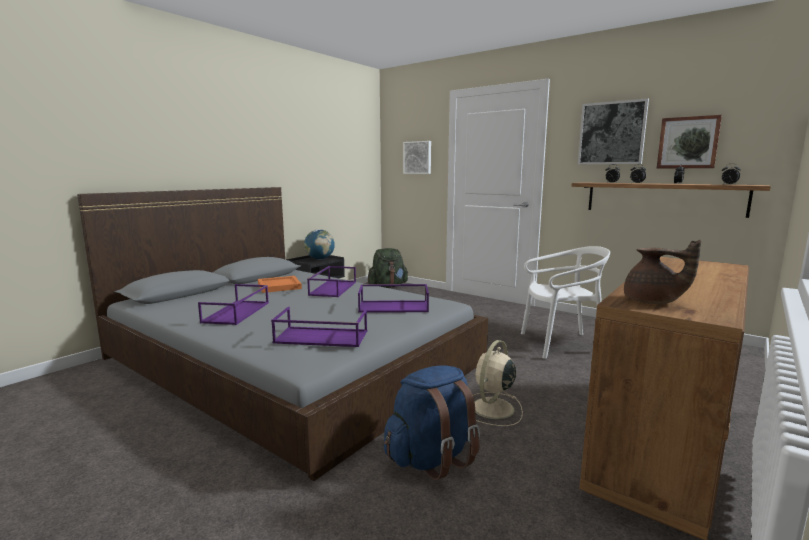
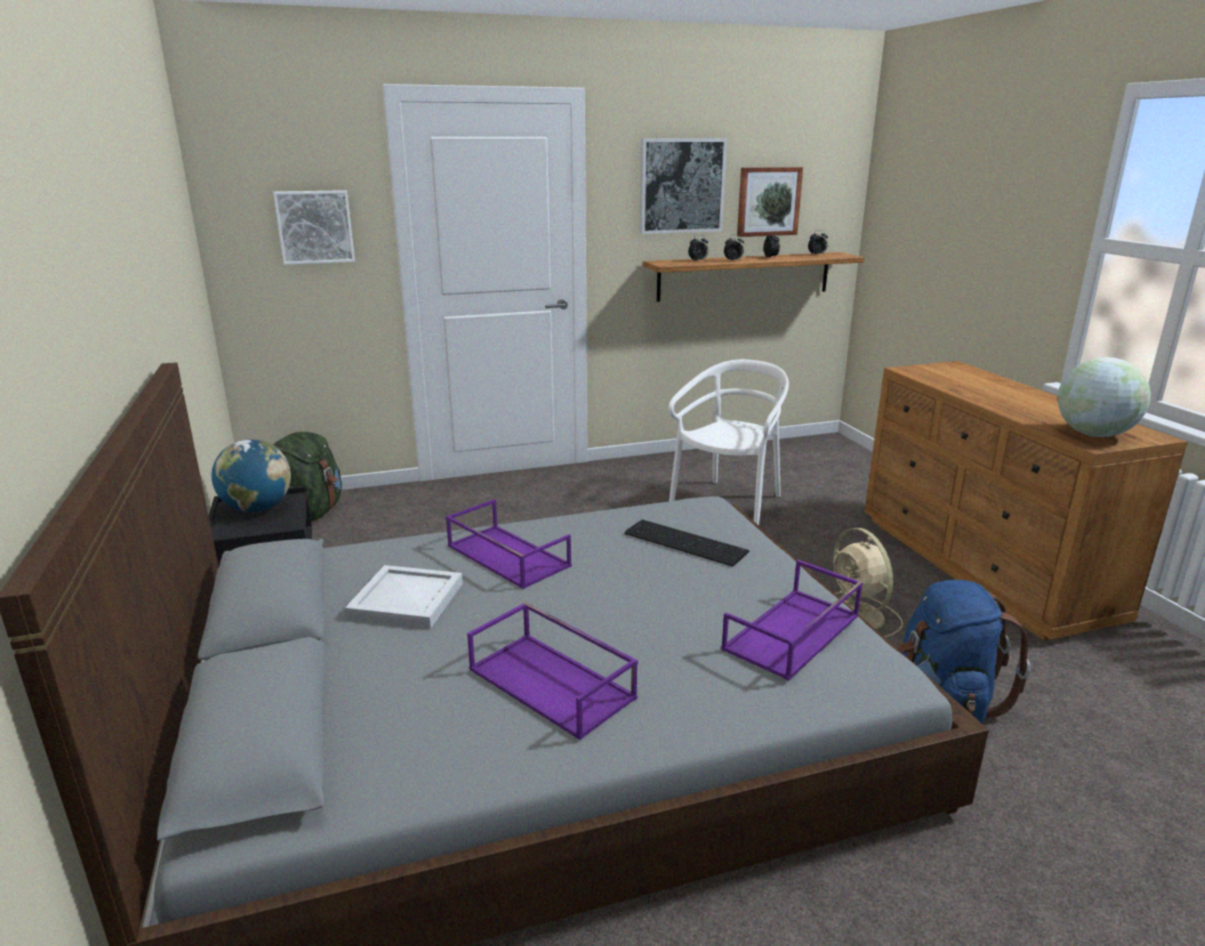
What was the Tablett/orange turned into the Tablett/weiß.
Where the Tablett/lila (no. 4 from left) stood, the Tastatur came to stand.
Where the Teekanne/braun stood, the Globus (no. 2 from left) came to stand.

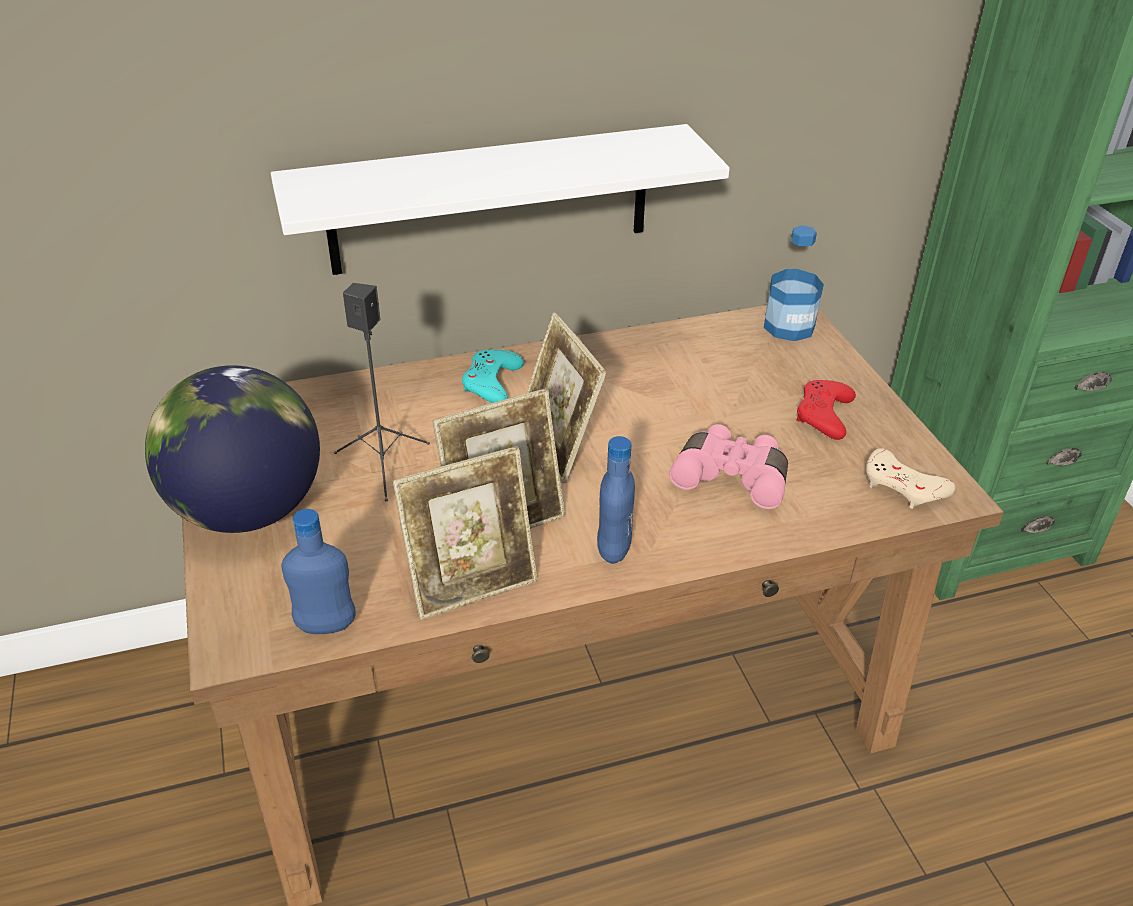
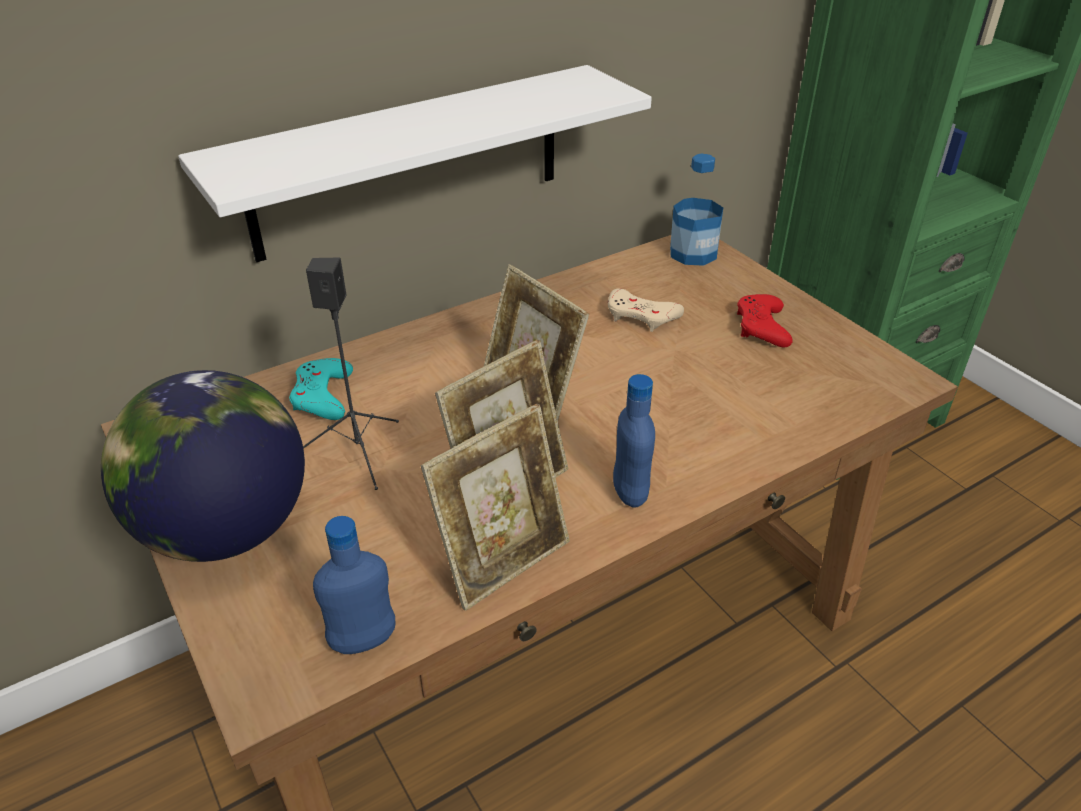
The Gamepad/türkis ended up elsewhere.
The Gamepad/beige ended up elsewhere.
The second view lost the Fernglas/rosa.

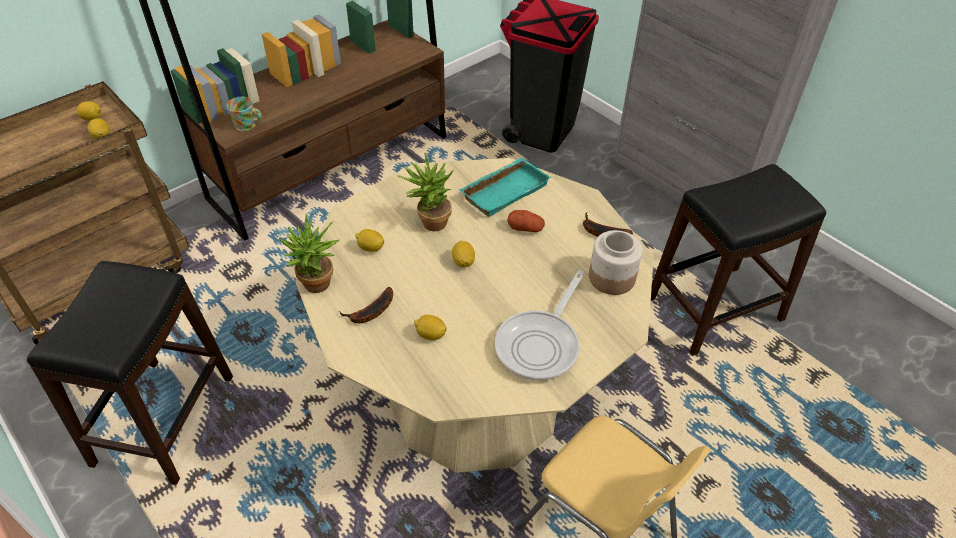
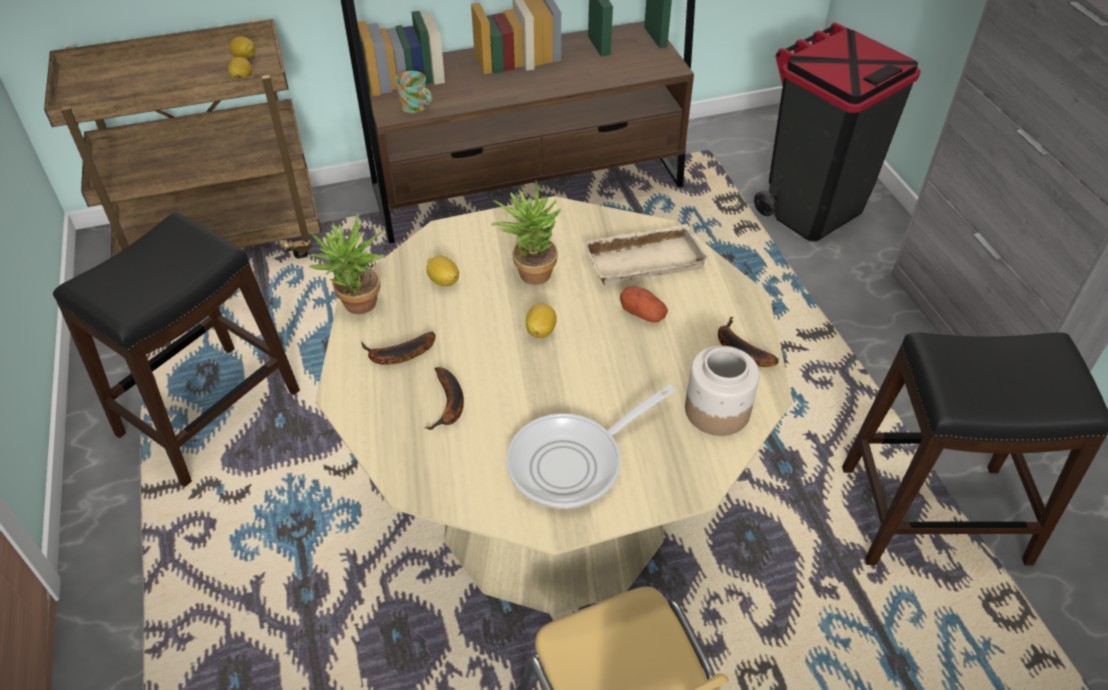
Where the Zitrone (no. 4 from left) stood, the Banane (no. 2 from left) came to stand.
What was the Tablett/türkis turned into the Tablett/beige.

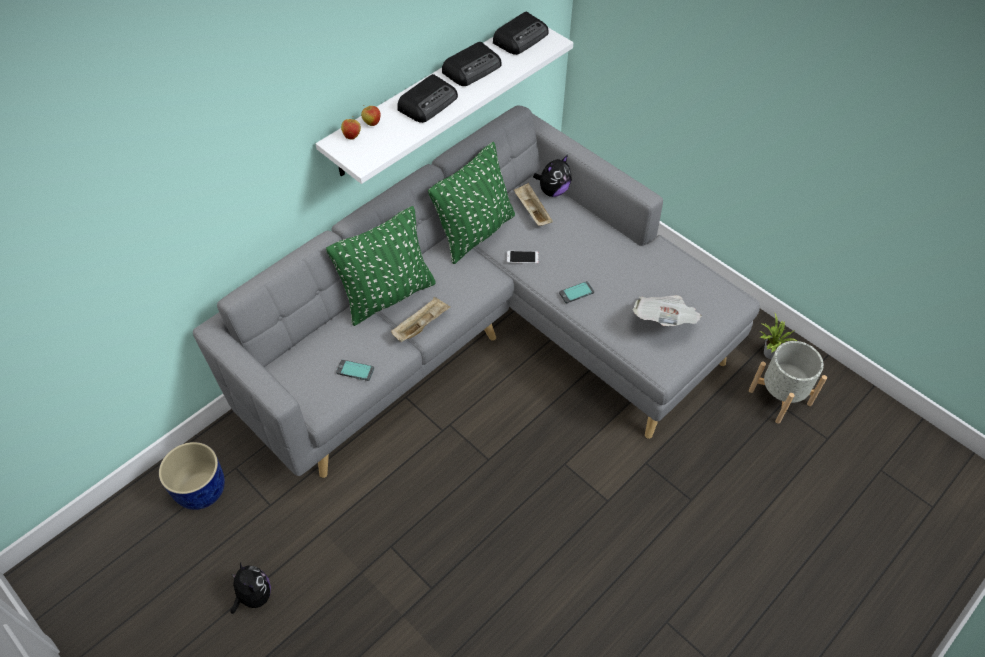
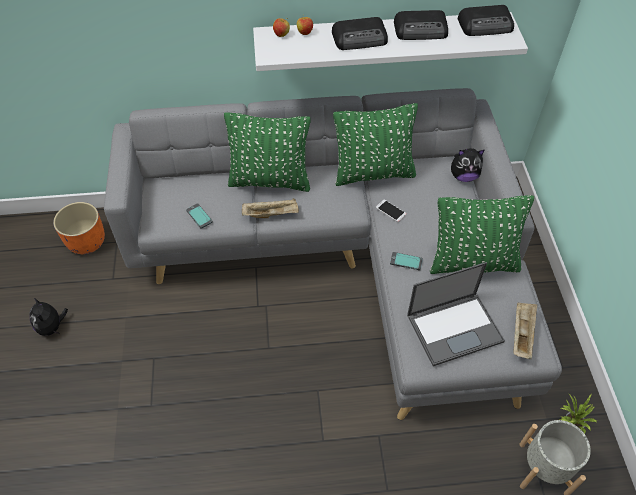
The Plüschtier (no. 1 from left) ended up facing another way, 150 degrees clockwise from before.
What was the Pflanzkübel/blau turned into the Pflanzkübel/orange.
Where the Zeitung stood, the Laptop came to stand.
The second view gained the Kissen/grün (no. 3 from left).
The Tablett/beige (no. 2 from left) ended up elsewhere.

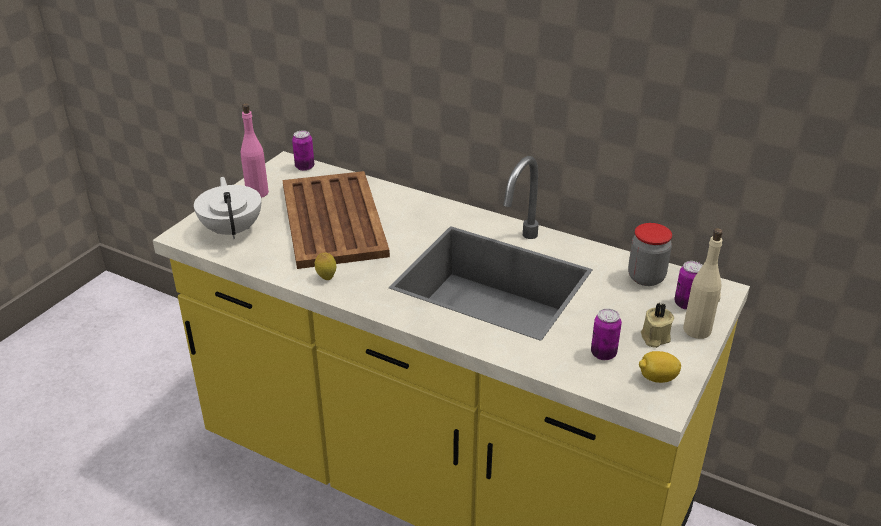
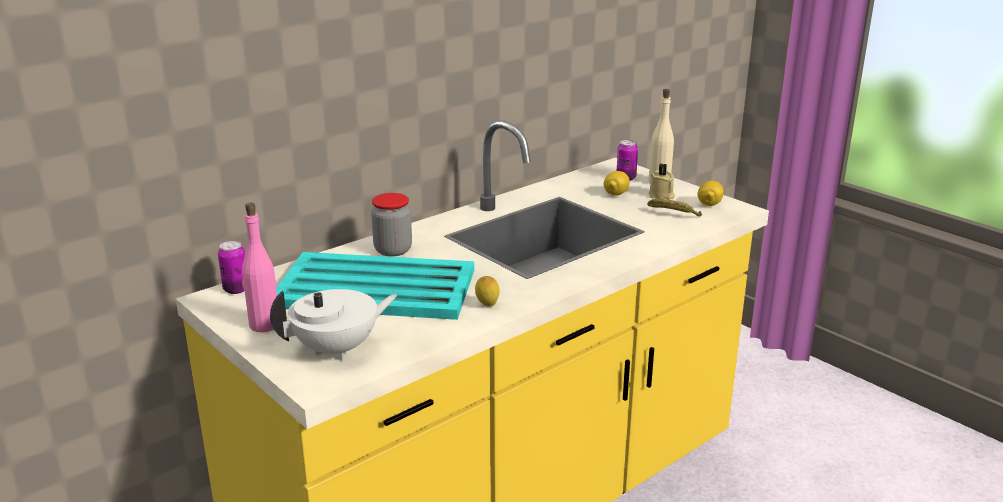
The Teekanne/weiß ended up facing another way, 150 degrees clockwise from before.
What was the Tablett/braun turned into the Tablett/türkis.
The Vorratsglas ended up elsewhere.
The second view gained the Zitrone (no. 2 from left).
Where the Dose (no. 2 from left) stood, the Banane came to stand.

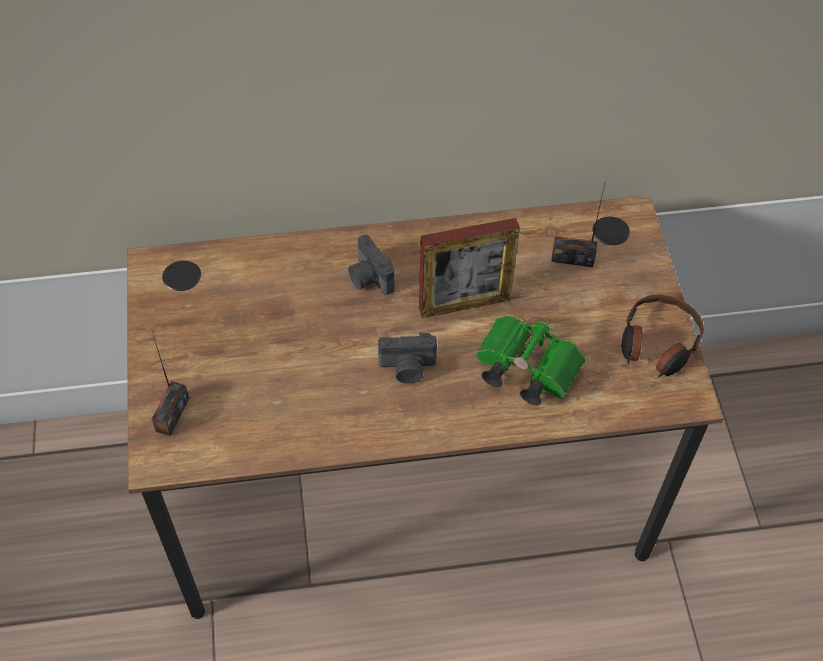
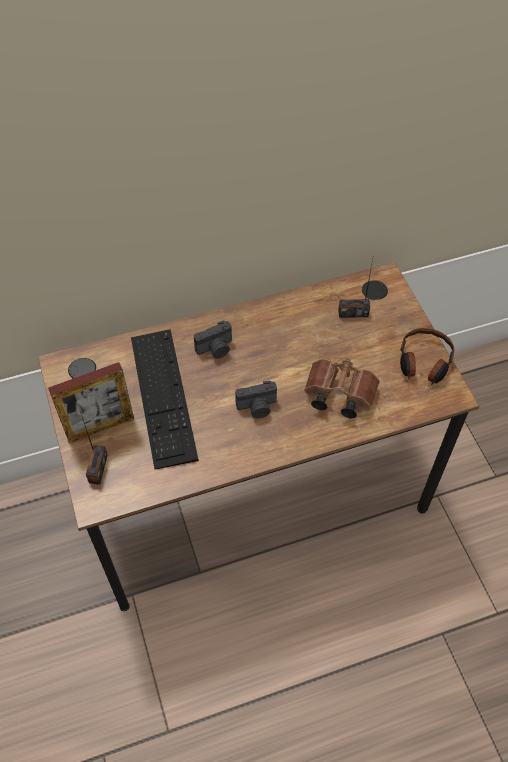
The Bilderrahmen ended up elsewhere.
The second view gained the Tastatur.
The Kamera (no. 1 from left) ended up facing another way, 75 degrees counterclockwise from before.
What was the Fernglas/grün turned into the Fernglas/braun.

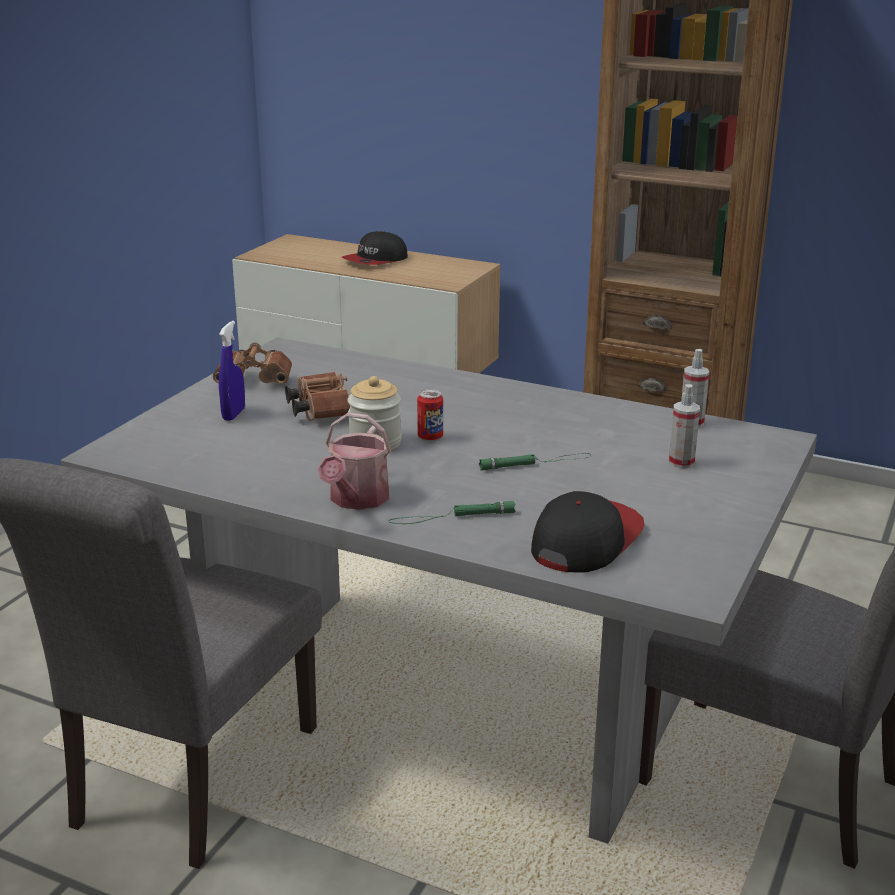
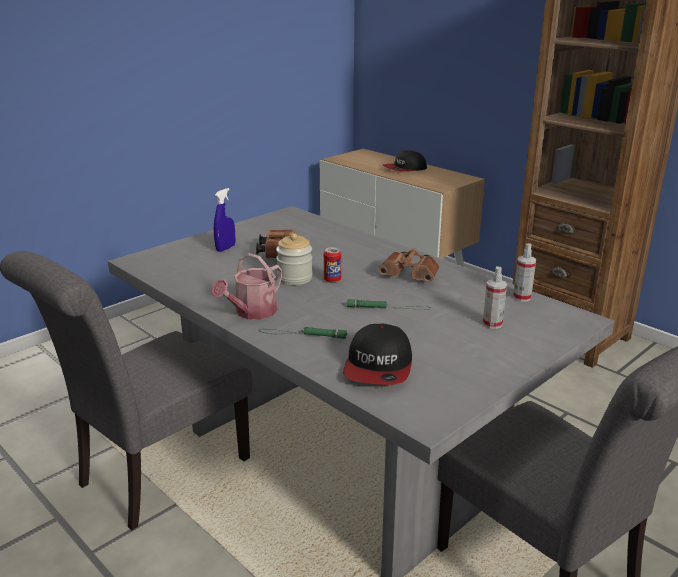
The Kappe (no. 2 from left in the first image) ended up facing another way, 135 degrees clockwise from before.
The Fernglas/braun (no. 1 from left in the first image) ended up elsewhere.

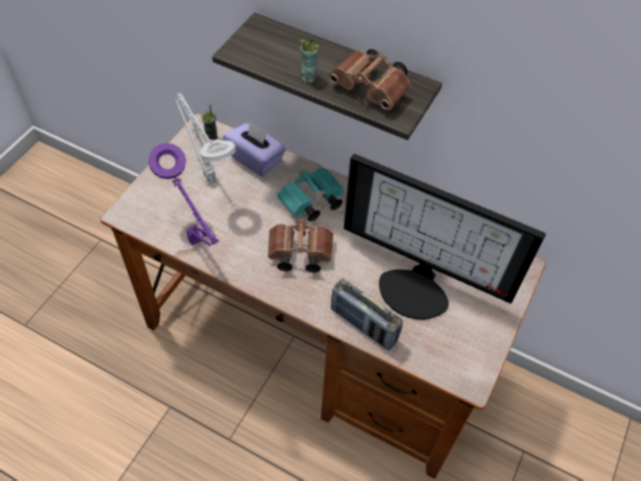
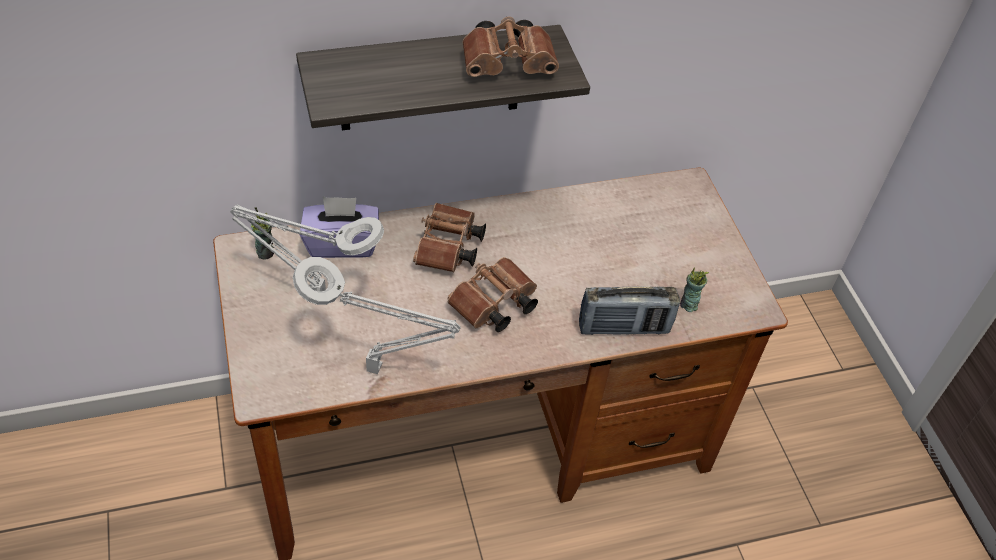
What was the Tischlampe/lila turned into the Tischlampe/grau (no. 2 from left).
What was the Fernglas/türkis turned into the Fernglas/braun (no. 1 from left).
The Tasse (no. 2 from left) ended up elsewhere.
The second view lost the Monitor.

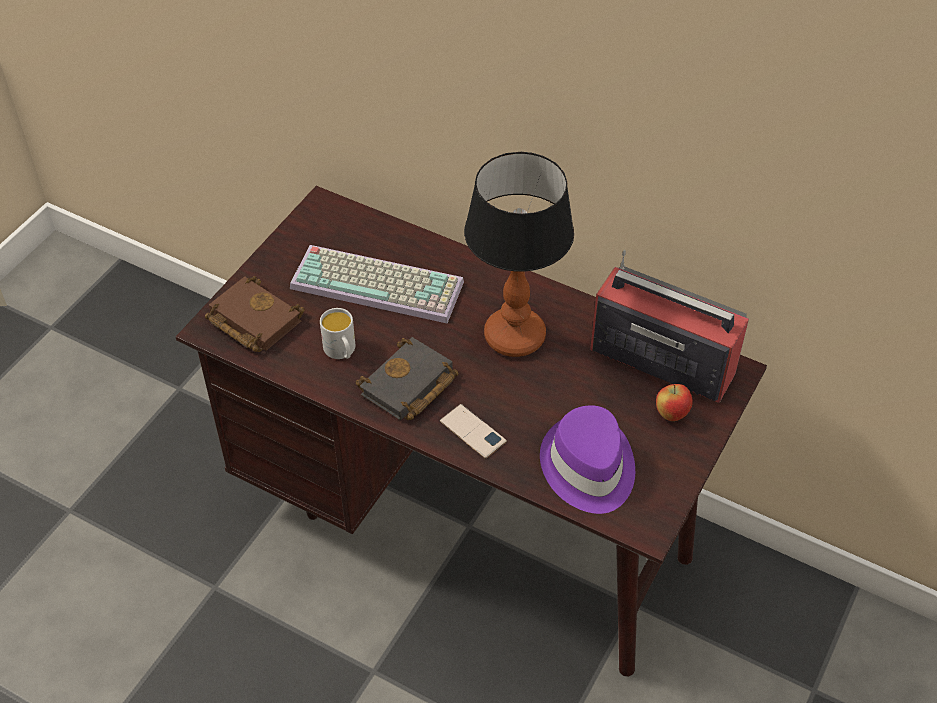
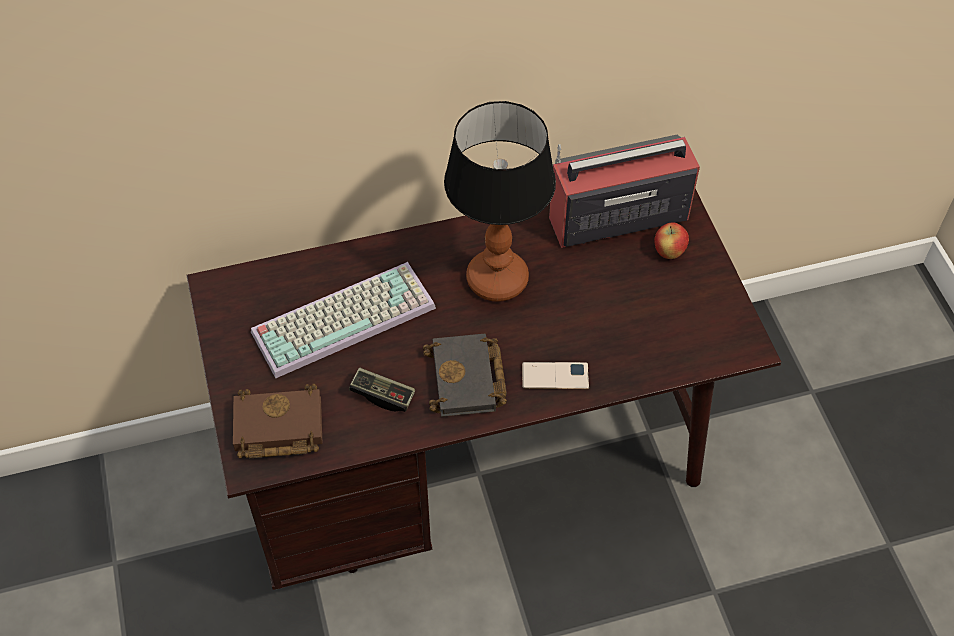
Where the Henkelbecher/weiß stood, the Gamepad came to stand.
The second view lost the Hut/lila.

